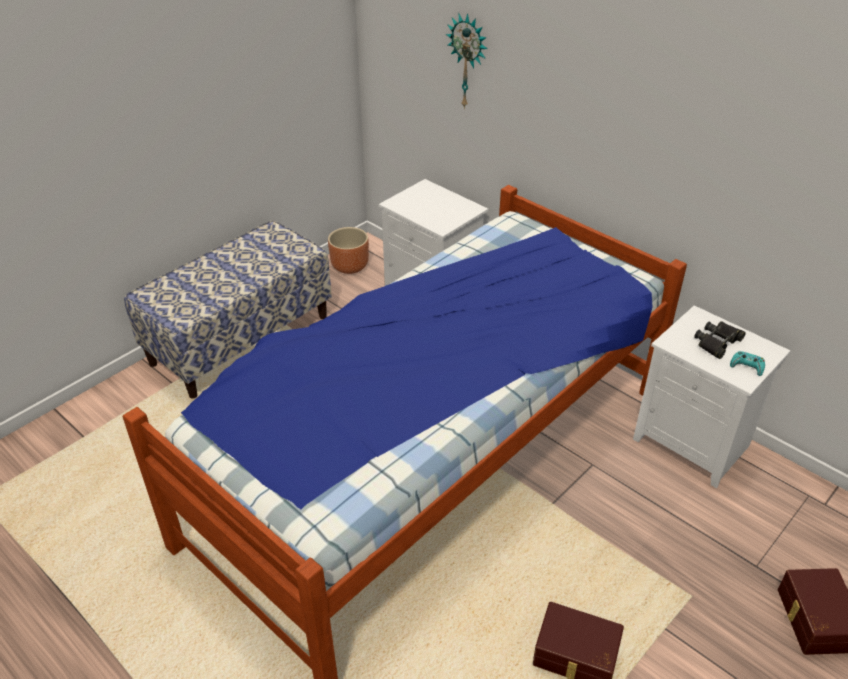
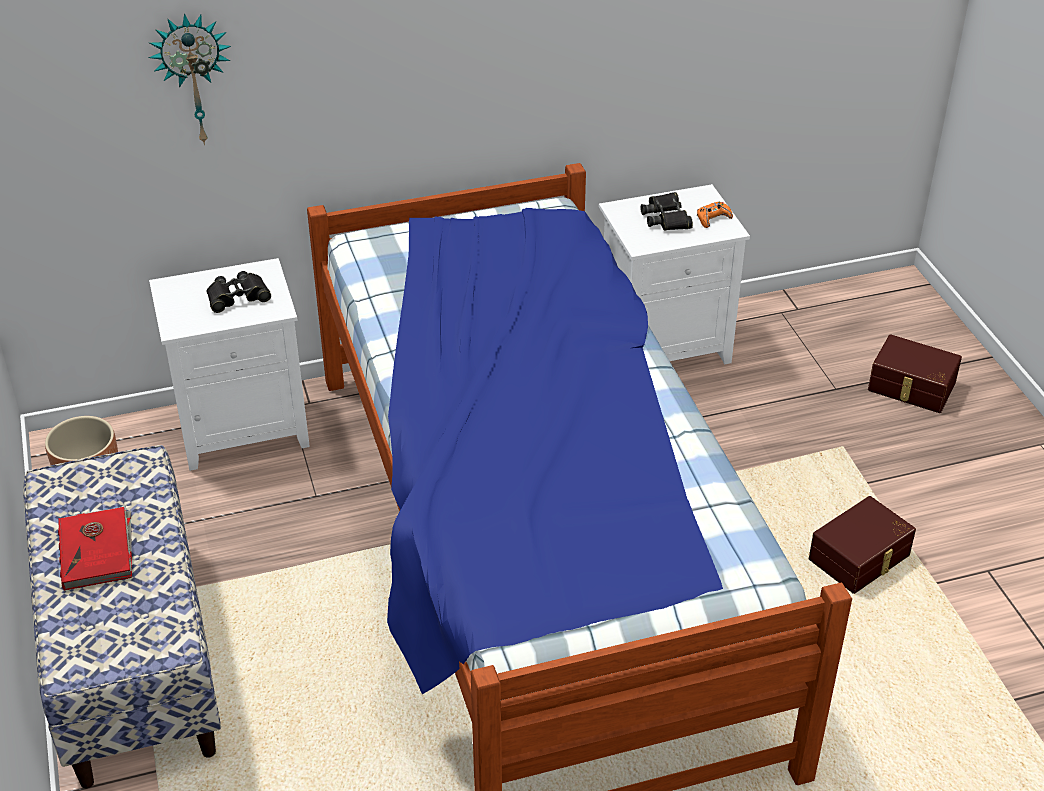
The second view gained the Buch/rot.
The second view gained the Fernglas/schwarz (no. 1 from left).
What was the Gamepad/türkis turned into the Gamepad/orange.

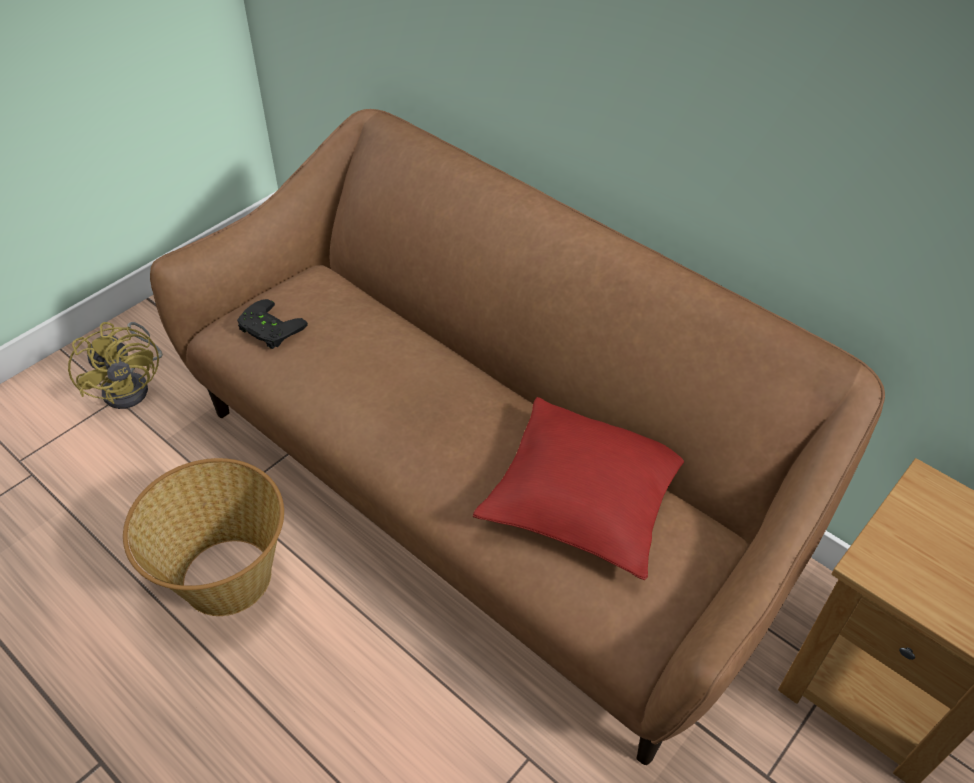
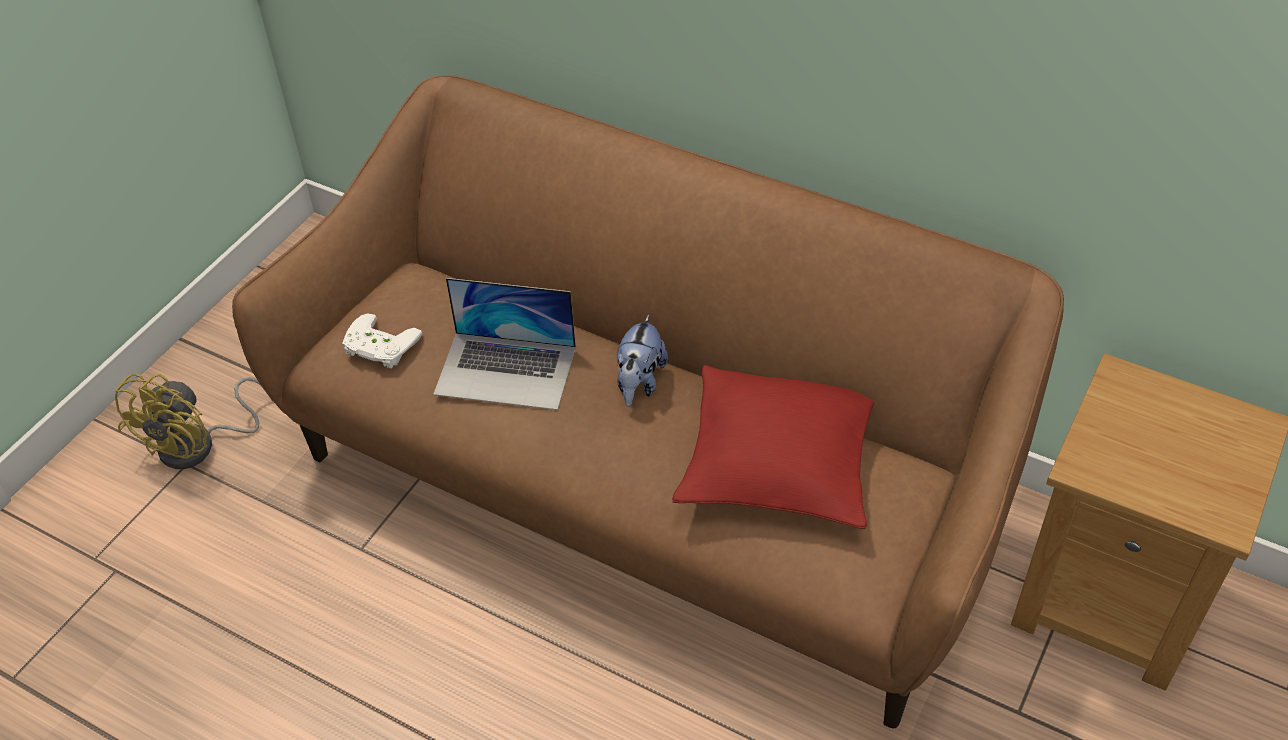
The Ventilator/gelb ended up facing another way, 60 degrees clockwise from before.
What was the Gamepad/schwarz turned into the Gamepad/weiß.
The second view gained the Laptop.
The second view gained the Plüschtier.
The second view lost the Korb.

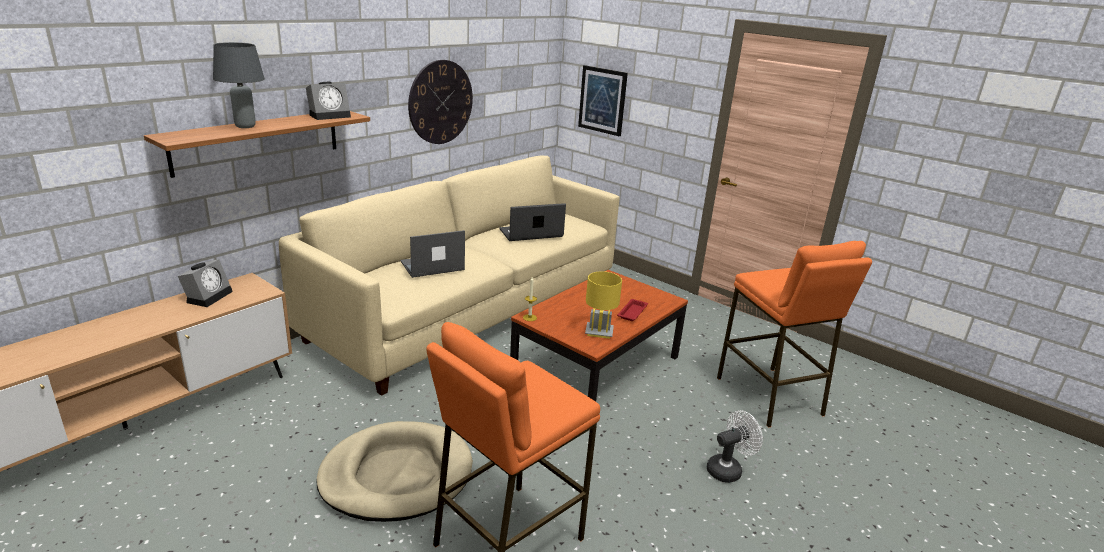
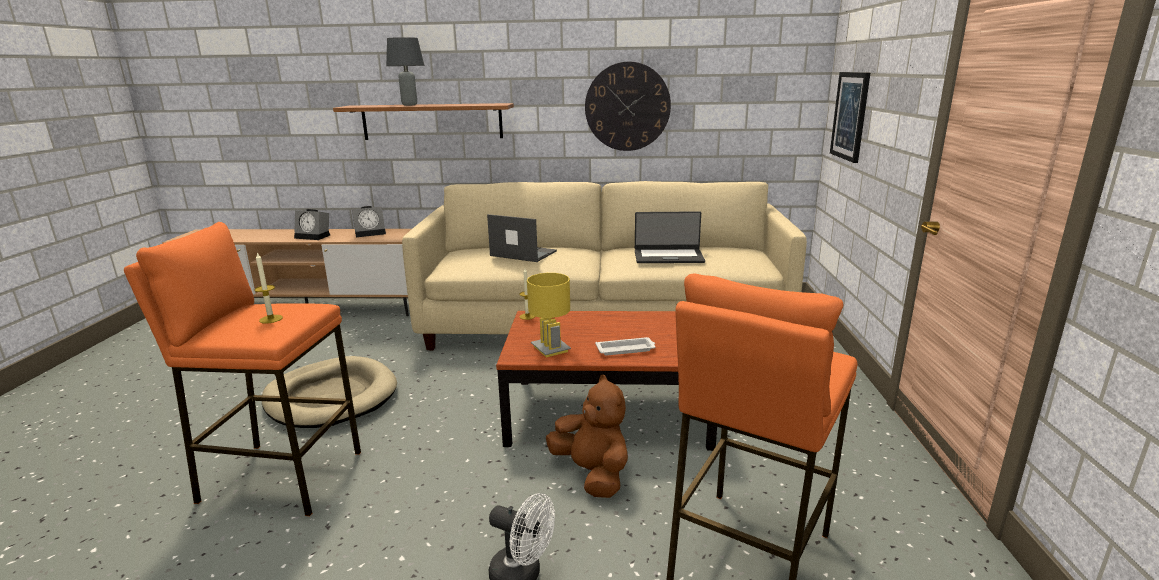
The second view gained the Kerze (no. 1 from left).
The Wecker (no. 2 from left in the first image) ended up elsewhere.
The second view gained the Plüschtier/braun.
What was the Tablett/rot turned into the Tablett/weiß.
The Laptop (no. 2 from left) ended up facing another way, 150 degrees clockwise from before.

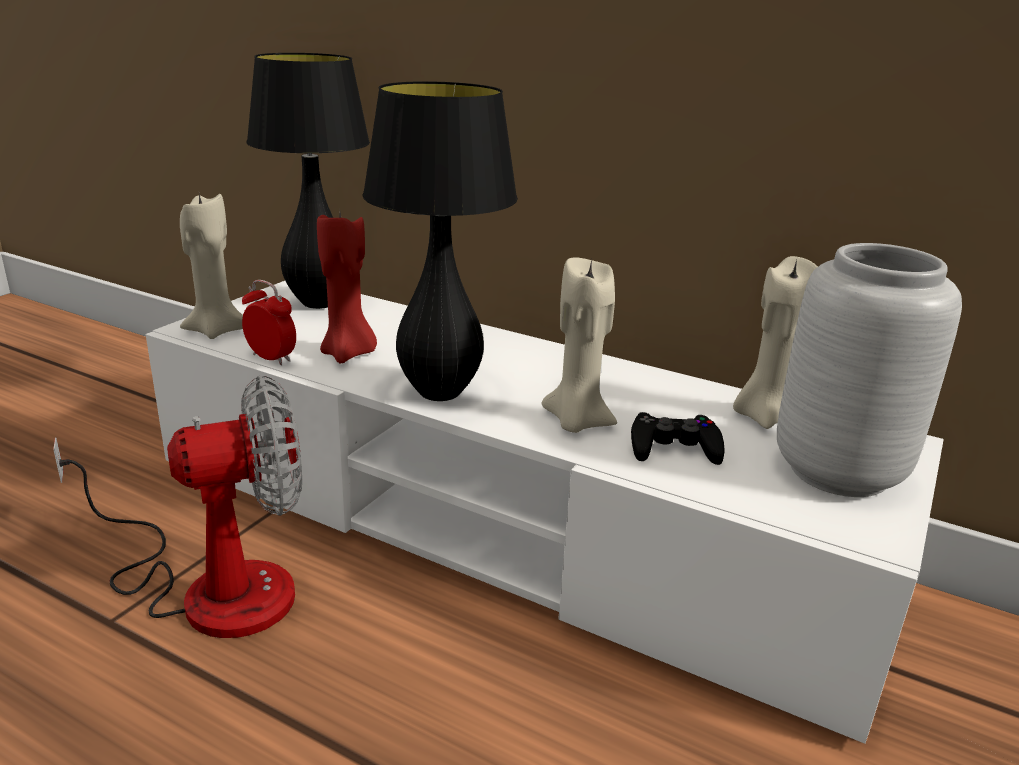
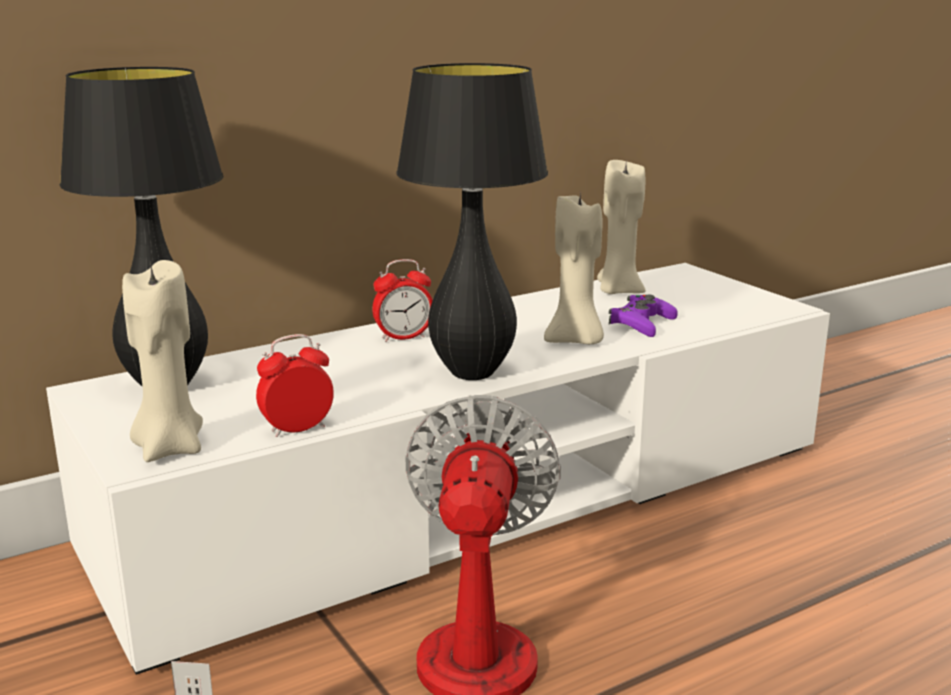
The second view gained the Wecker (no. 2 from left).
What was the Gamepad/schwarz turned into the Gamepad/lila.
The second view lost the Kerze/rot.
The second view lost the Vase/grau.

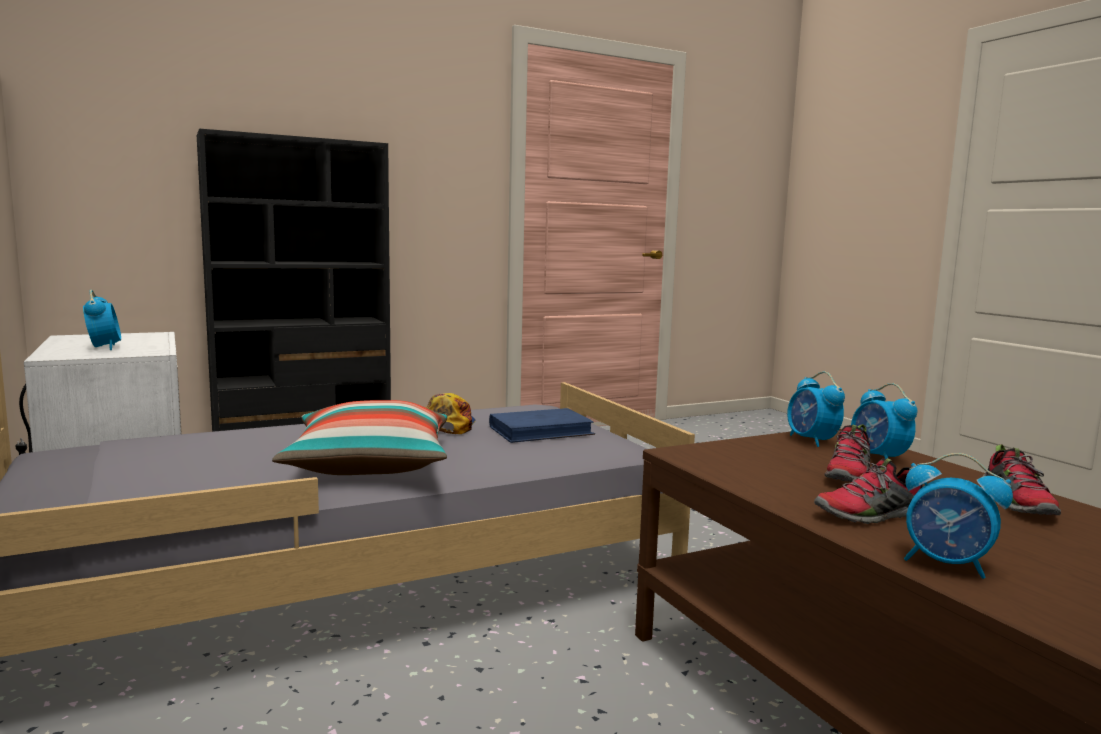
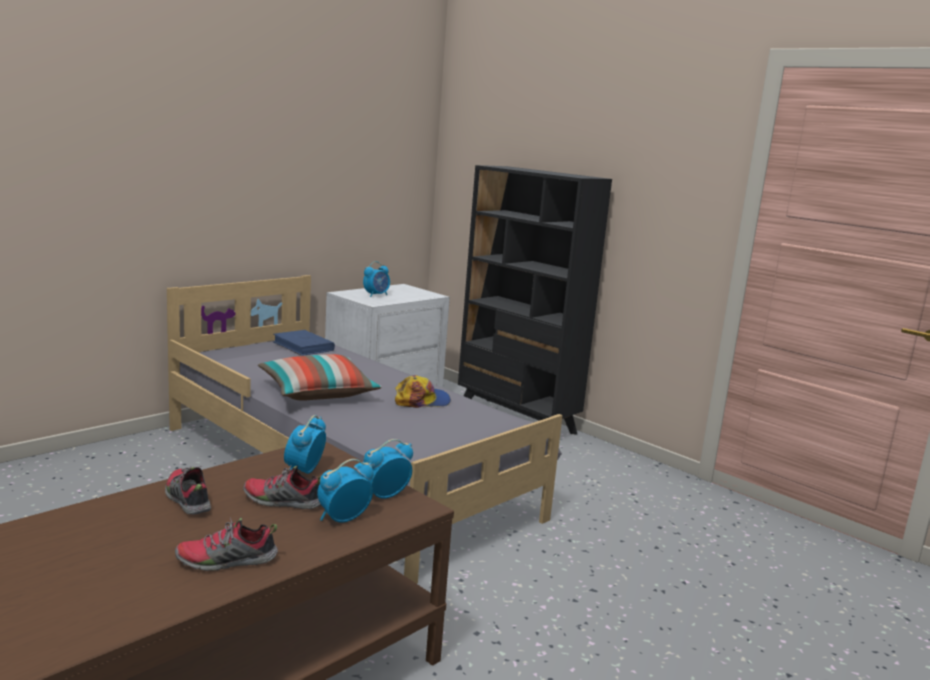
The Buch/blau ended up elsewhere.
The Wecker (no. 4 from left in the first image) ended up elsewhere.

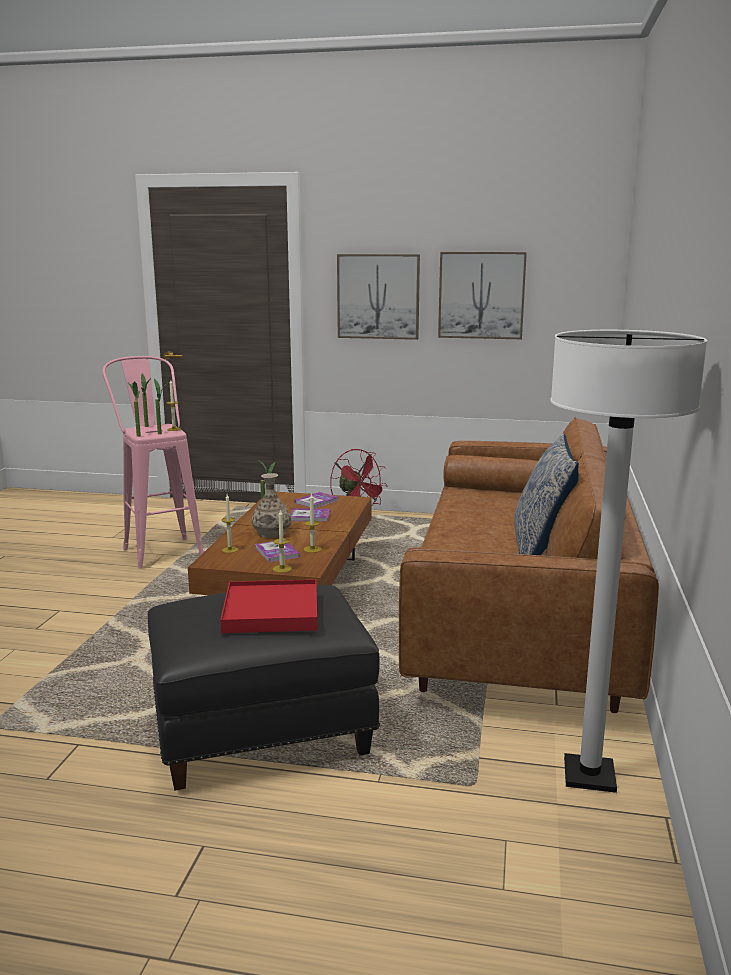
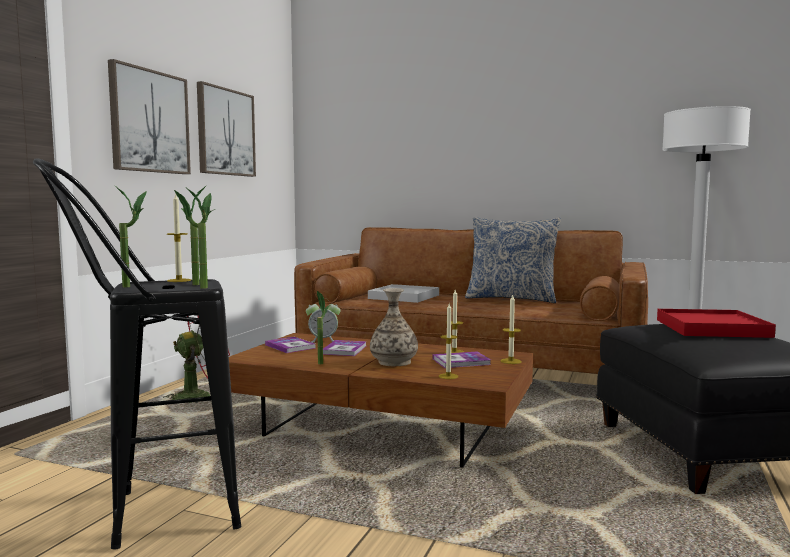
What was the Hocker/rosa turned into the Hocker/schwarz.
The second view gained the Wecker.
The second view gained the Tablett/weiß.

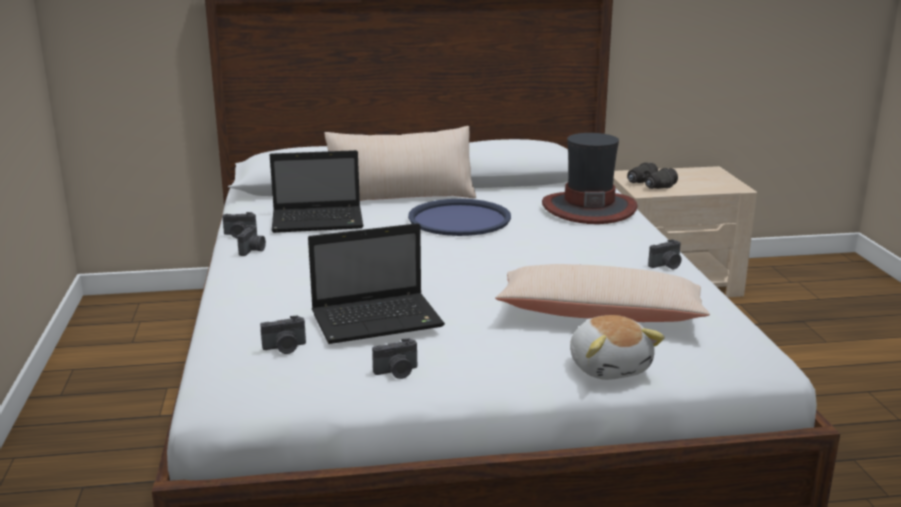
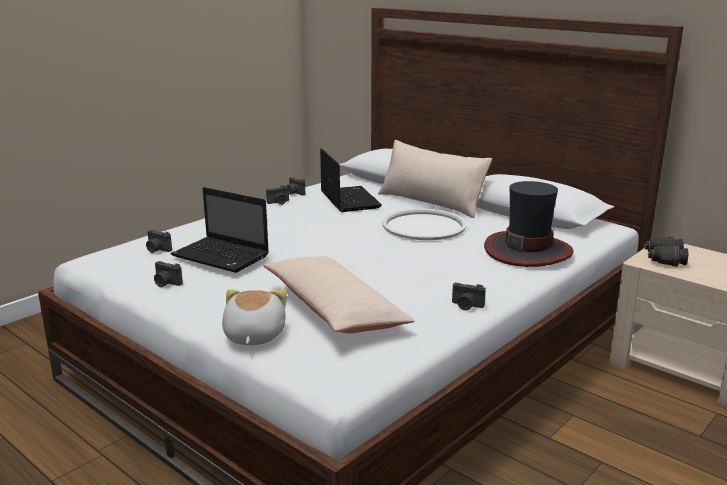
The Plüschtier ended up facing another way, 150 degrees clockwise from before.
The Laptop (no. 1 from left in the first image) ended up facing another way, 150 degrees counterclockwise from before.
What was the Tablett/blau turned into the Tablett/weiß.

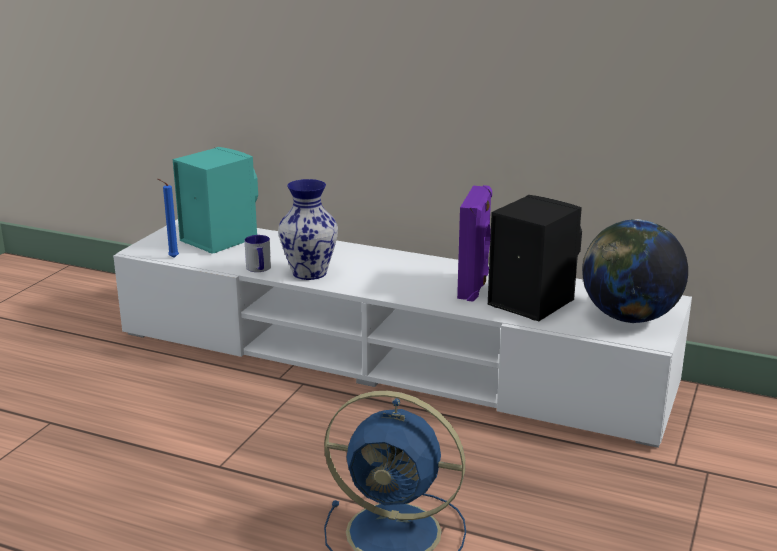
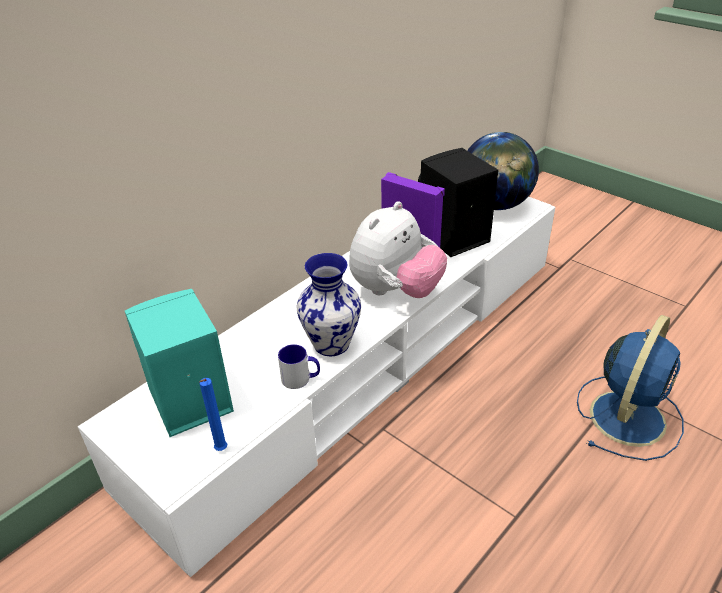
The second view gained the Plüschtier.

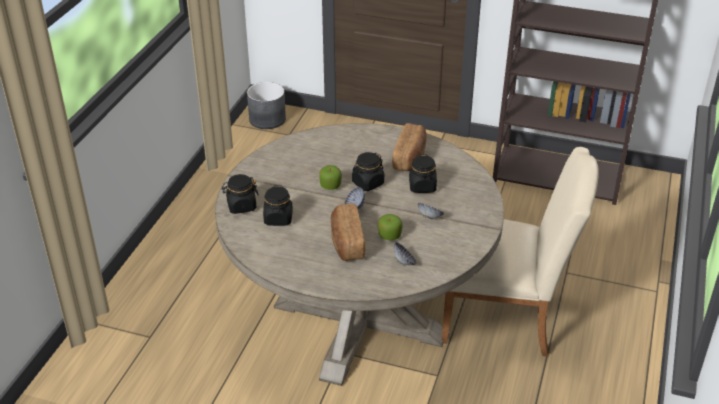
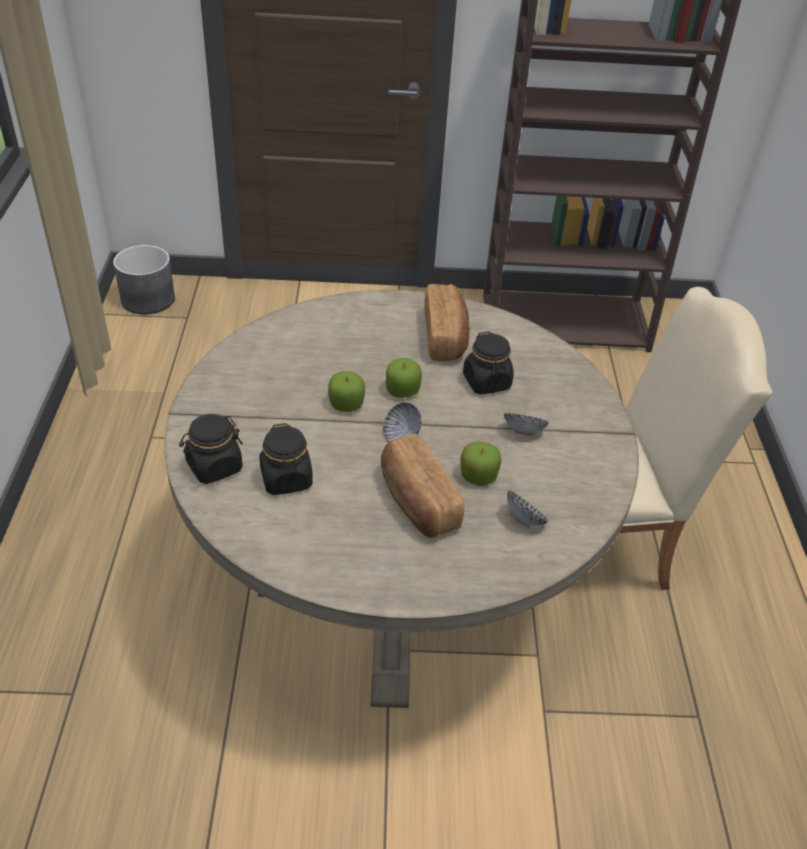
Where the Vorratsglas/schwarz (no. 3 from left) stood, the Apfel (no. 2 from left) came to stand.

